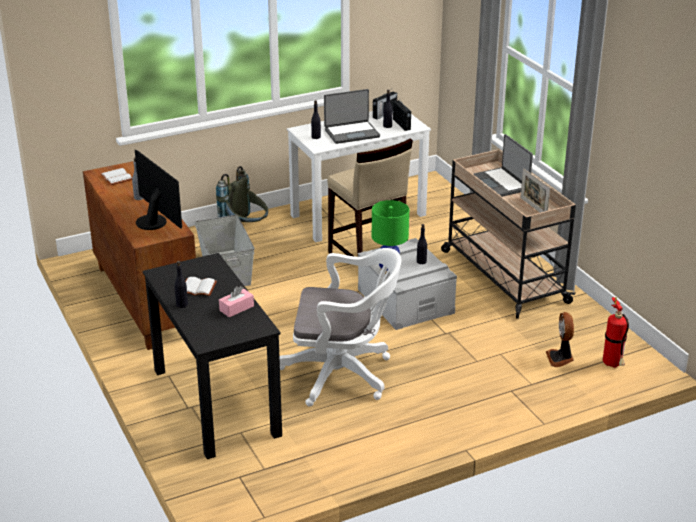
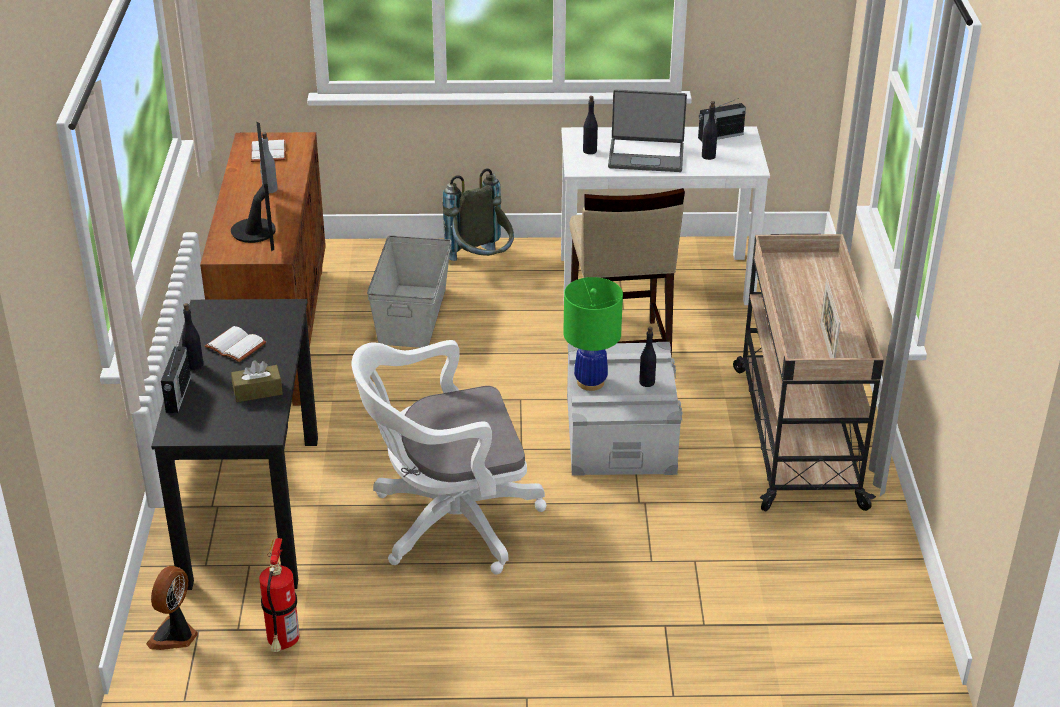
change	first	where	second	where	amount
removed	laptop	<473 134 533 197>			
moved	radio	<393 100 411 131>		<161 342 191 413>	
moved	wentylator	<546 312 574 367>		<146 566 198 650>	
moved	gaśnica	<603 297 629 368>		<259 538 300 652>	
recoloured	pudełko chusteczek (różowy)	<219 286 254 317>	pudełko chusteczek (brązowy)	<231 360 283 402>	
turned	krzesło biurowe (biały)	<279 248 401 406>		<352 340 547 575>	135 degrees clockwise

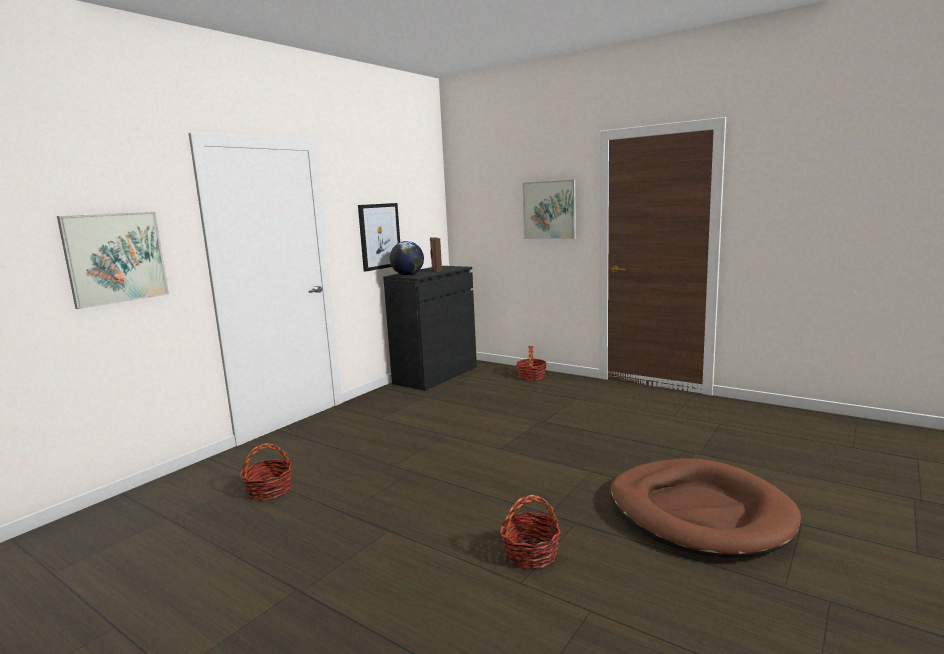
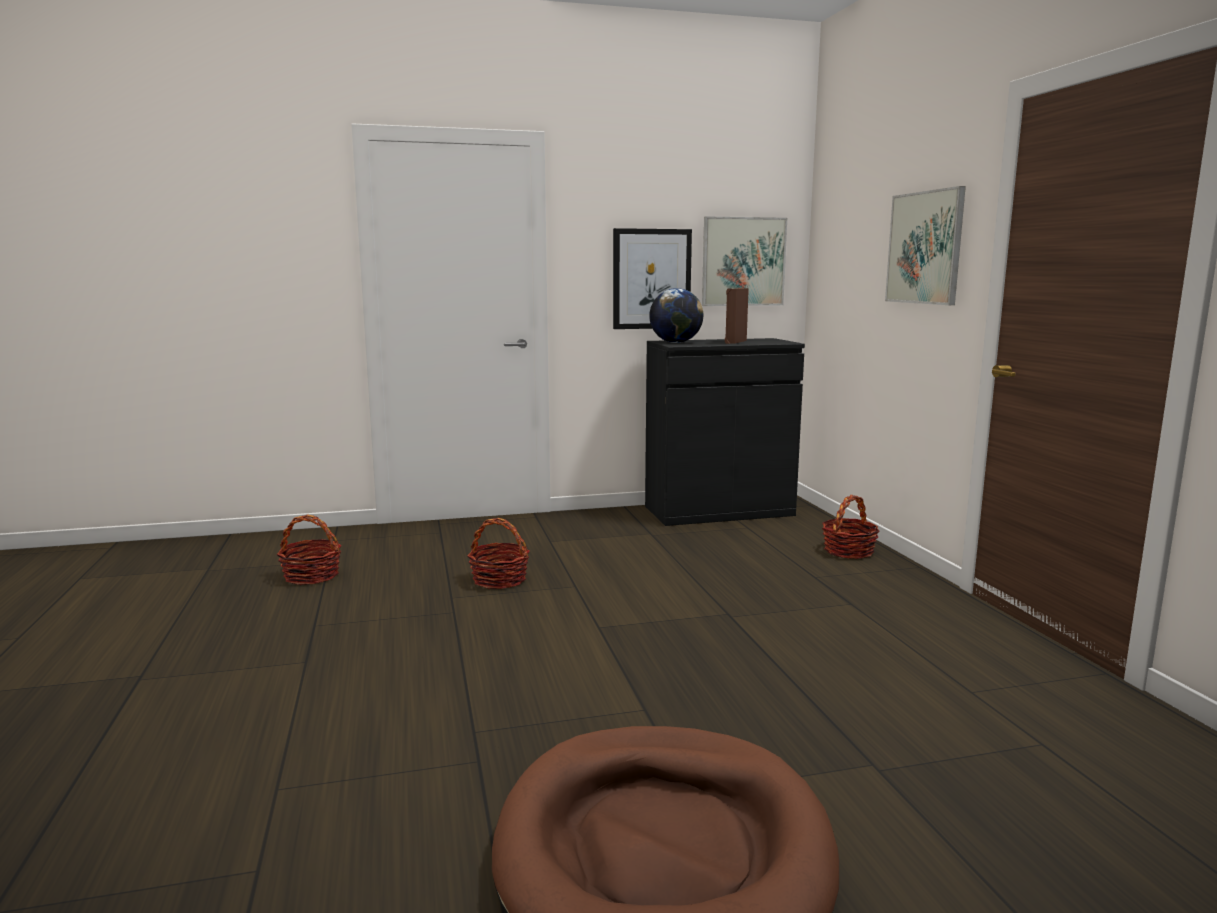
change	first	where	second	where	amount
moved	obraz	<57 212 169 309>		<702 216 787 306>	
moved	koszyk	<500 495 561 569>		<468 518 530 589>	

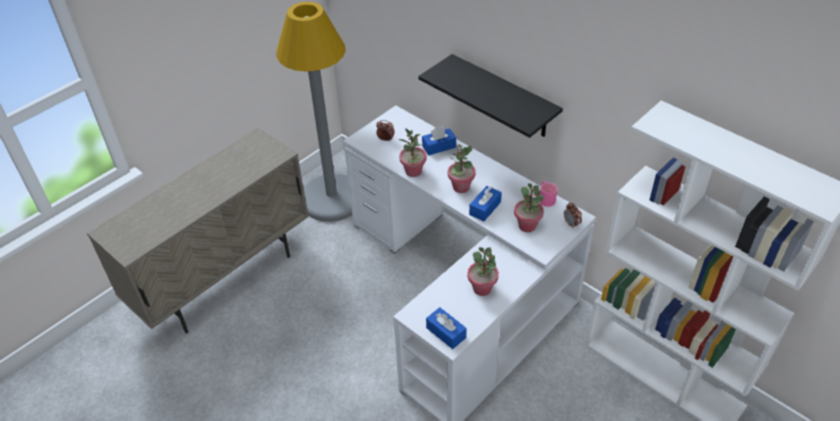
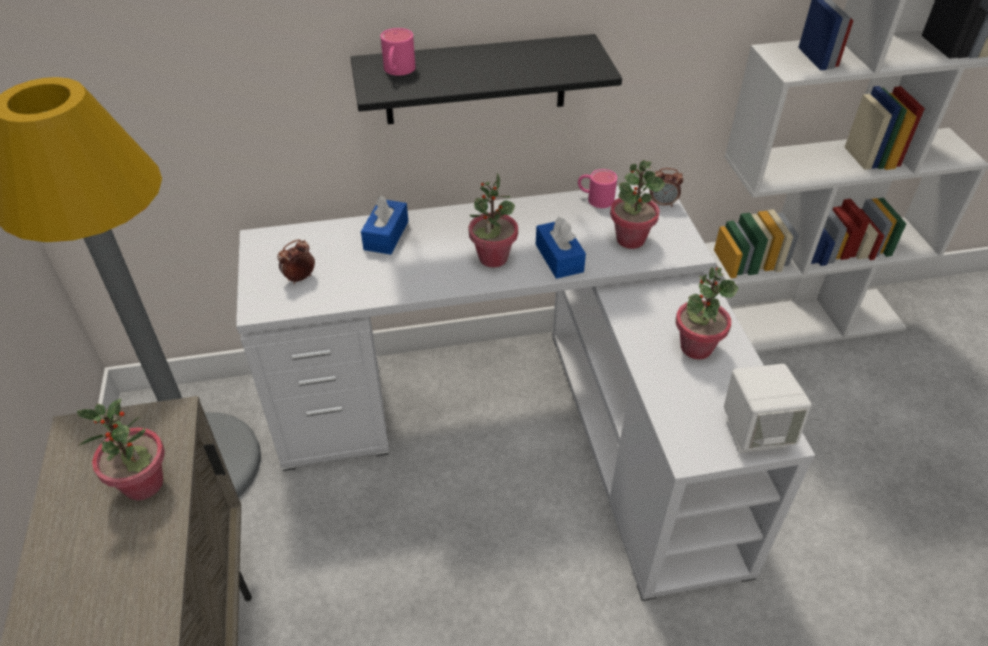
change	first	where	second	where	amount
added			kubek (różowy)	<381 28 416 76>	
moved	roślina doniczkowa	<399 128 427 177>		<77 399 165 501>	
replaced	pudełko chusteczek (niebieski)	<426 307 467 349>	głośnik (biały)	<724 364 812 453>	

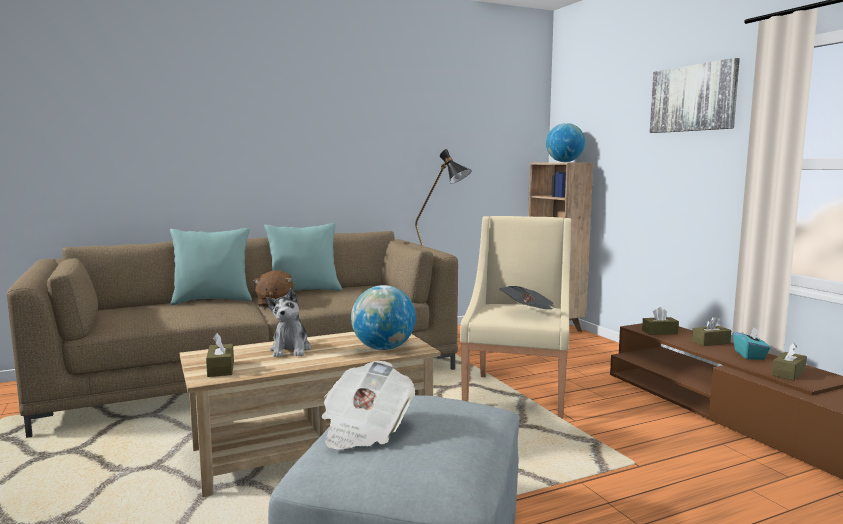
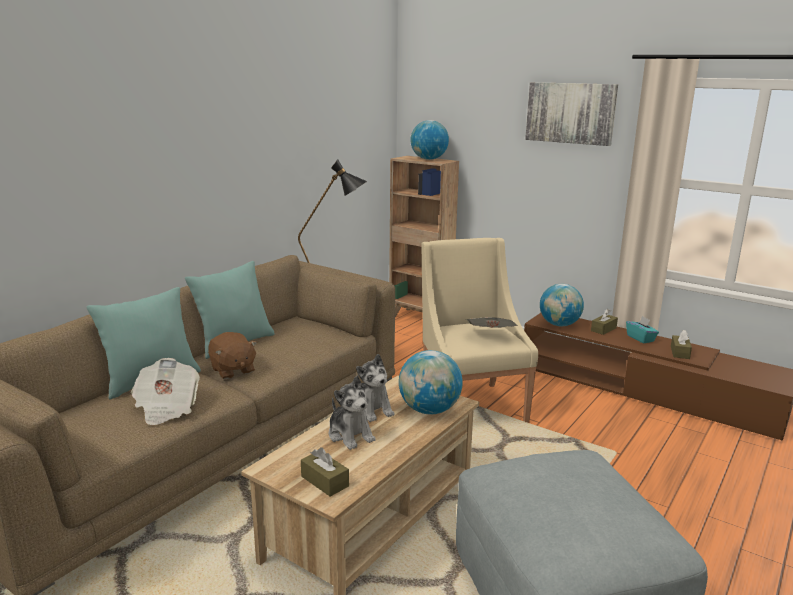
change	first	where	second	where	amount
added			pluszak	<356 354 395 422>	
moved	gazeta	<322 361 415 450>		<131 358 200 425>	
replaced	pudełko chusteczek (brązowy)	<642 307 679 335>	globus	<540 284 584 326>	

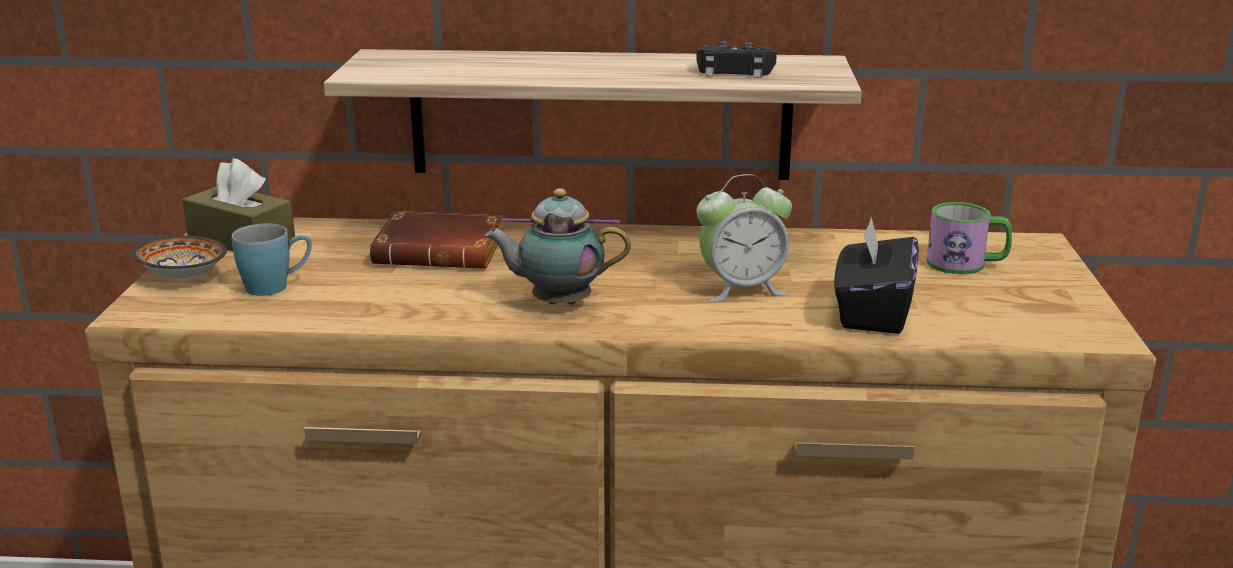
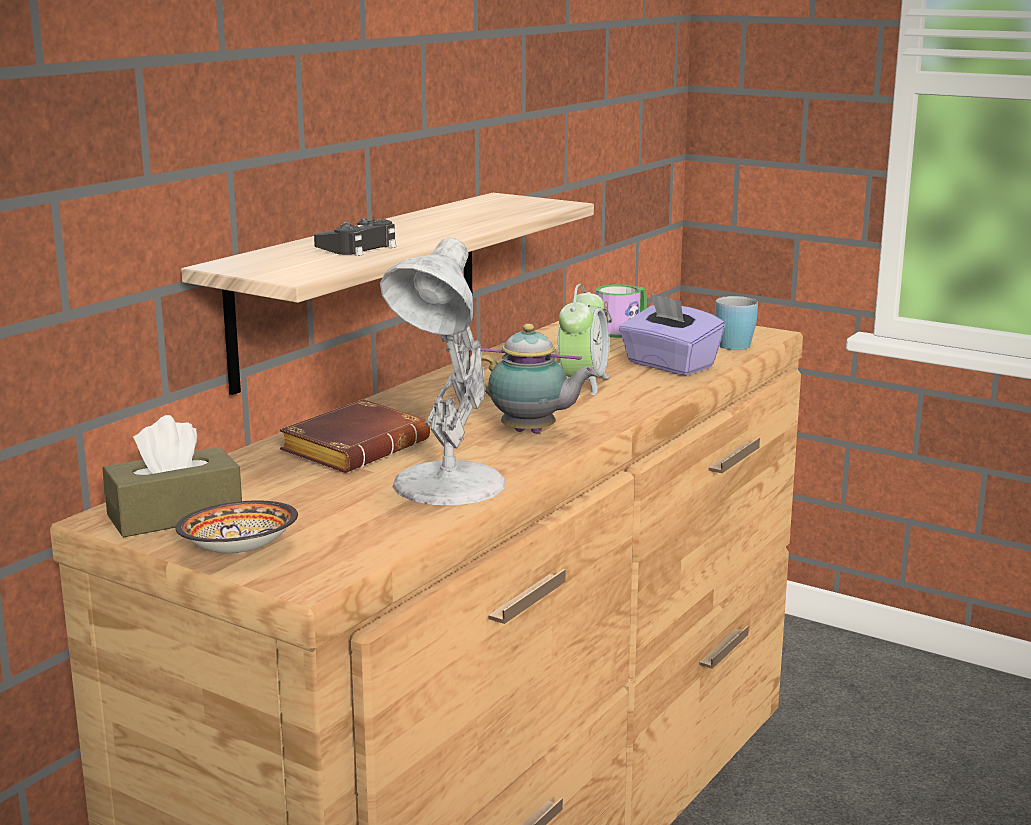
change	first	where	second	where	amount
added			lampa stołowa (biały)	<380 238 505 505>	
moved	kubek (niebieski)	<232 223 312 296>		<715 296 758 350>	
moved	pad do gier (czarny)	<696 41 777 78>		<314 218 396 256>	
recoloured	pudełko chusteczek (czarny)	<834 217 919 334>	pudełko chusteczek (fioletowy)	<619 293 725 376>	
turned	imbryk	<485 188 631 305>		<481 323 597 434>	105 degrees counterclockwise

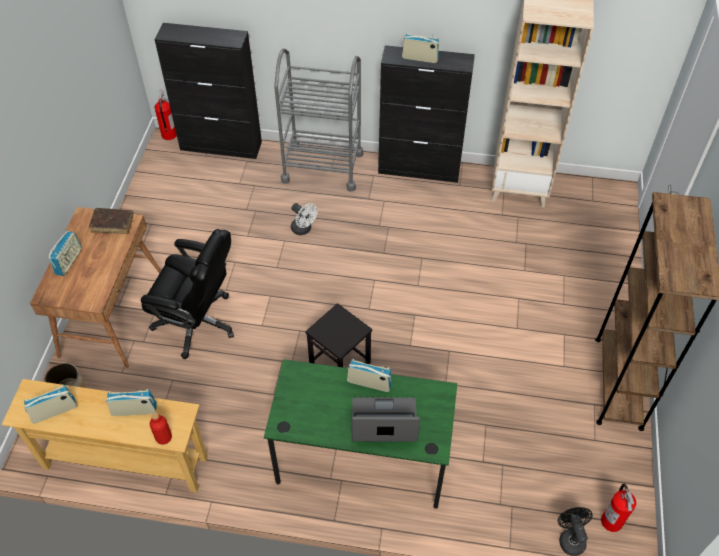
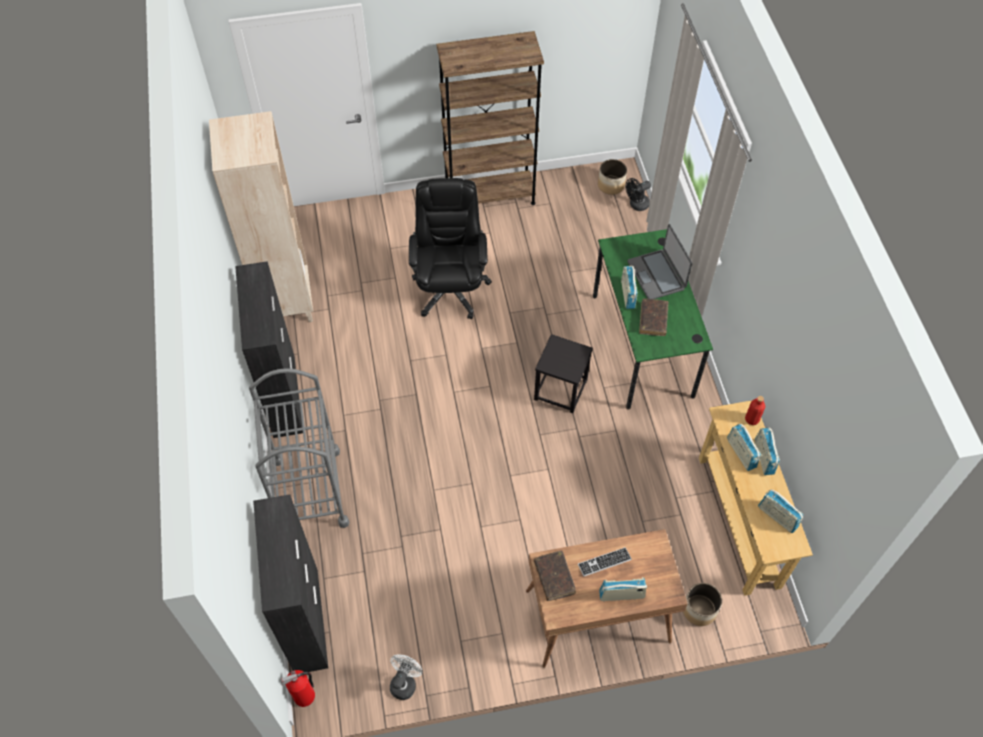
change	first	where	second	where	amount
added			klawiatura	<578 547 632 576>	
added			książka (brązowy)	<639 299 669 336>	
moved	krzesło biurowe (czarny)	<141 229 234 359>		<409 178 492 319>	
moved	wentylator (biały)	<291 203 318 235>		<390 654 422 700>	
moved	radio	<402 33 439 63>		<755 427 780 475>	
replaced	gaśnica	<601 484 636 532>	donica	<598 159 627 195>	

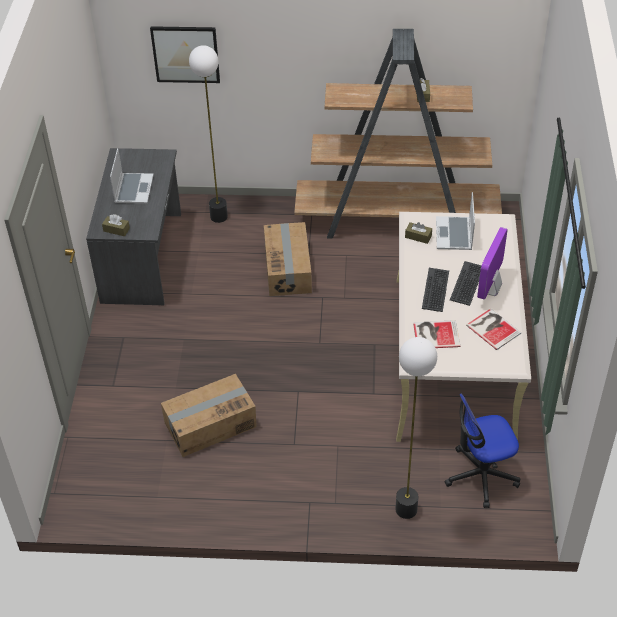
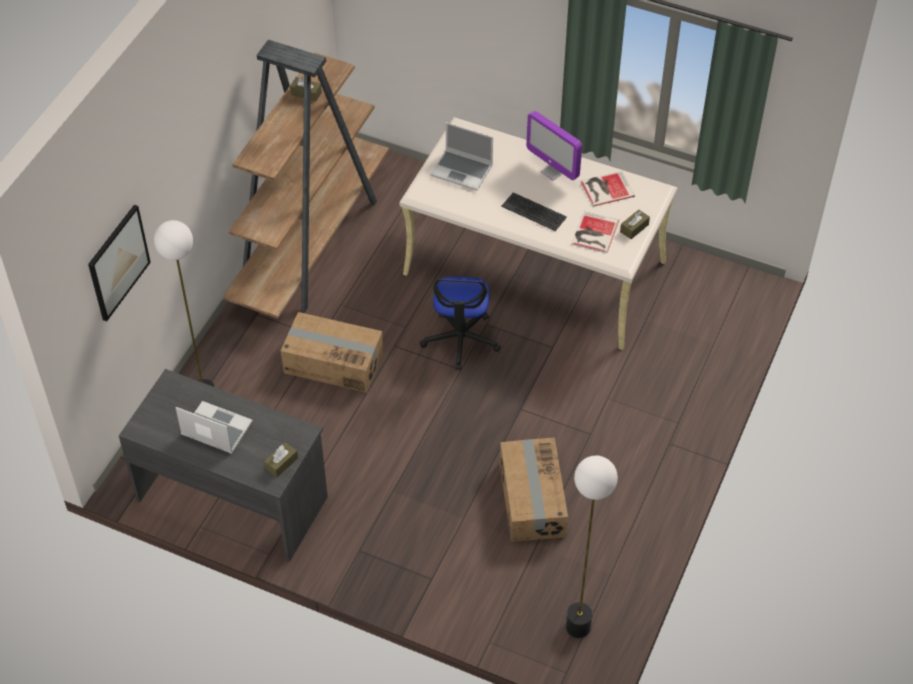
change	first	where	second	where	amount
removed	klawiatura	<450 261 482 306>			
moved	lampa stojąca	<395 337 437 519>		<566 456 618 638>	
moved	pudełko chusteczek (brązowy)	<405 222 432 244>		<620 210 650 239>	
moved	krzesło biurowe	<445 394 520 508>		<420 276 501 370>	

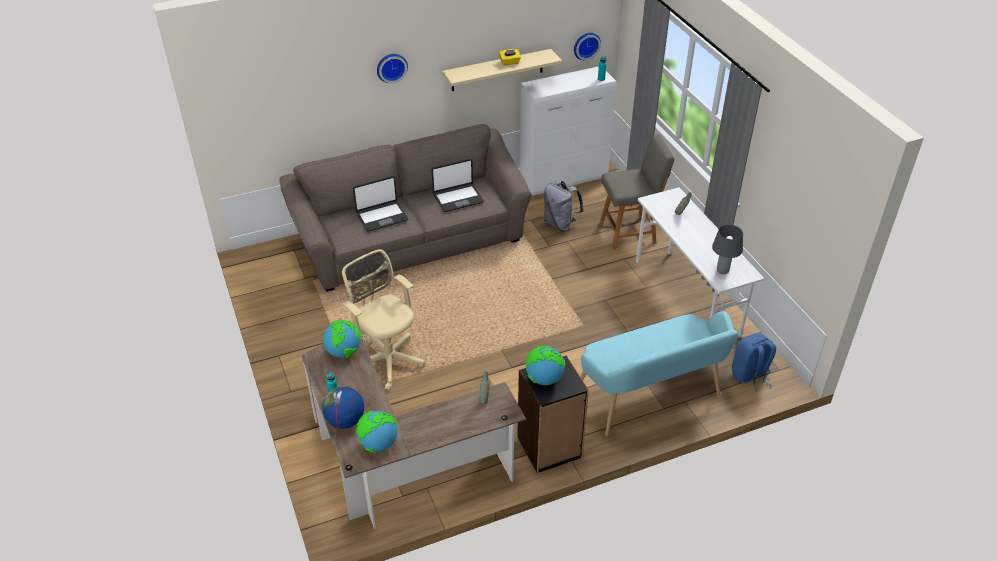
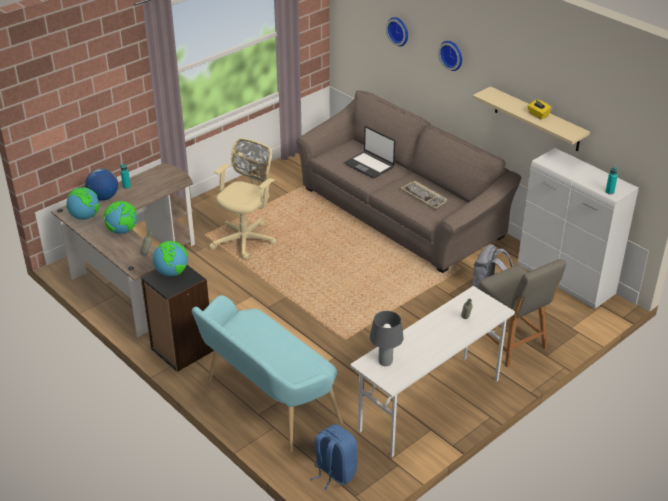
change	first	where	second	where	amount
moved	globus	<323 320 361 358>		<104 201 137 234>	
moved	zegar ścienny	<574 33 601 60>		<386 17 408 46>	
replaced	laptop	<432 159 484 212>	klawiatura	<400 181 448 209>	

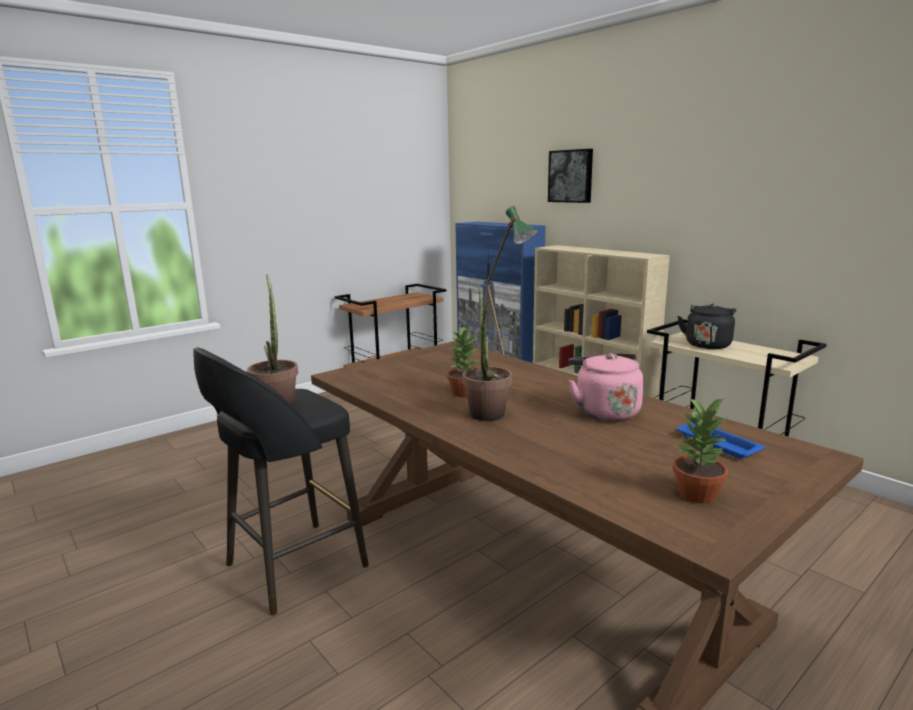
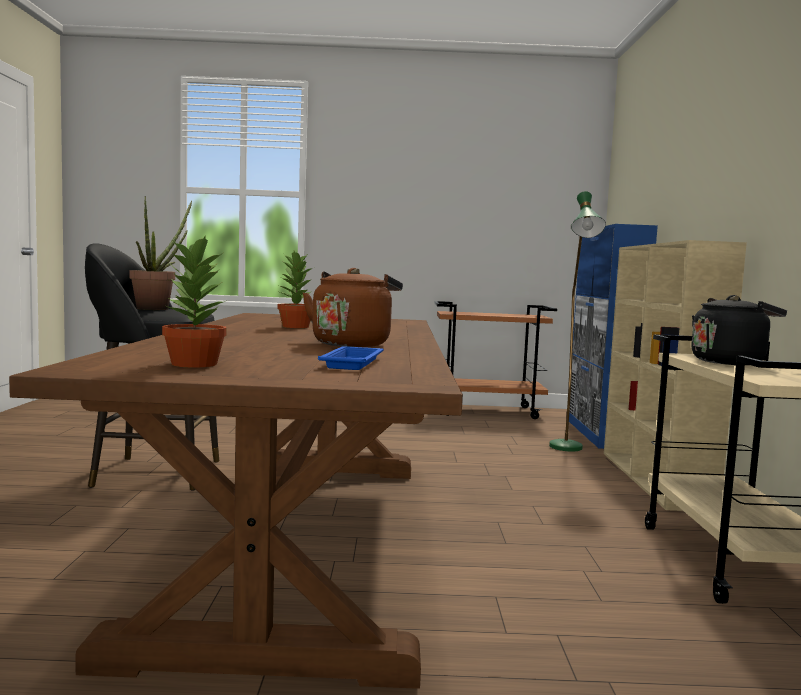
change	first	where	second	where	amount
removed	roślina doniczkowa	<462 288 512 421>			
removed	obraz	<548 149 593 203>			
recoloured	czajnik (różowy)	<568 353 644 421>	czajnik (brązowy)	<303 268 403 347>	

